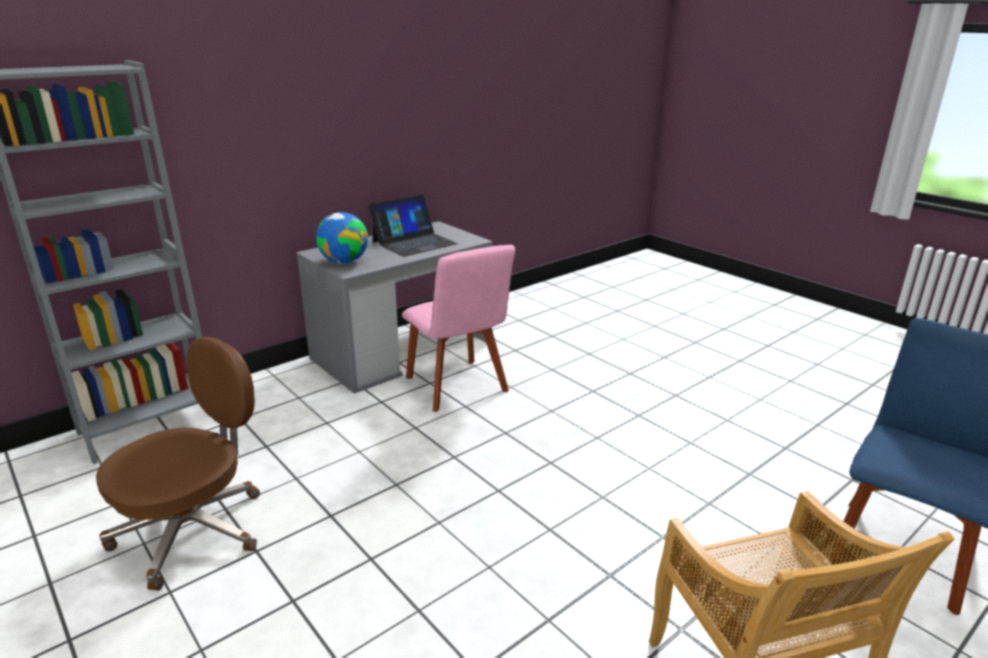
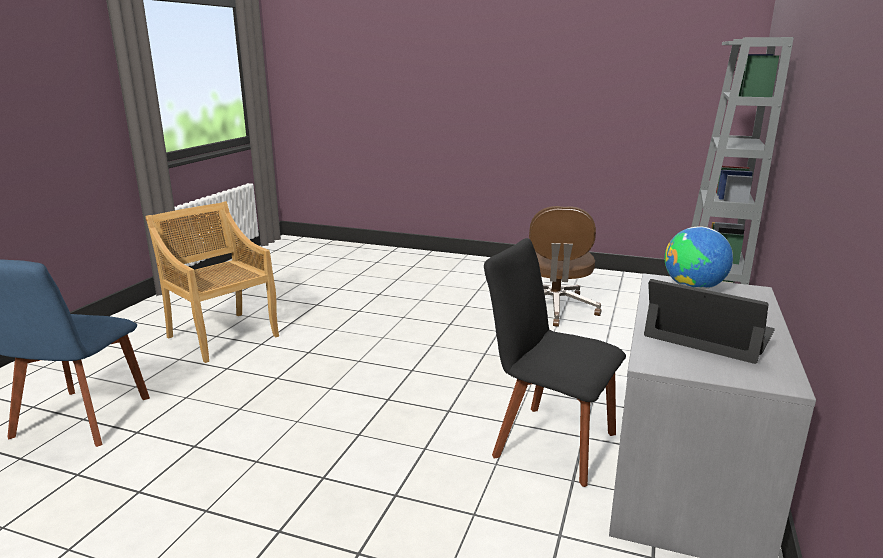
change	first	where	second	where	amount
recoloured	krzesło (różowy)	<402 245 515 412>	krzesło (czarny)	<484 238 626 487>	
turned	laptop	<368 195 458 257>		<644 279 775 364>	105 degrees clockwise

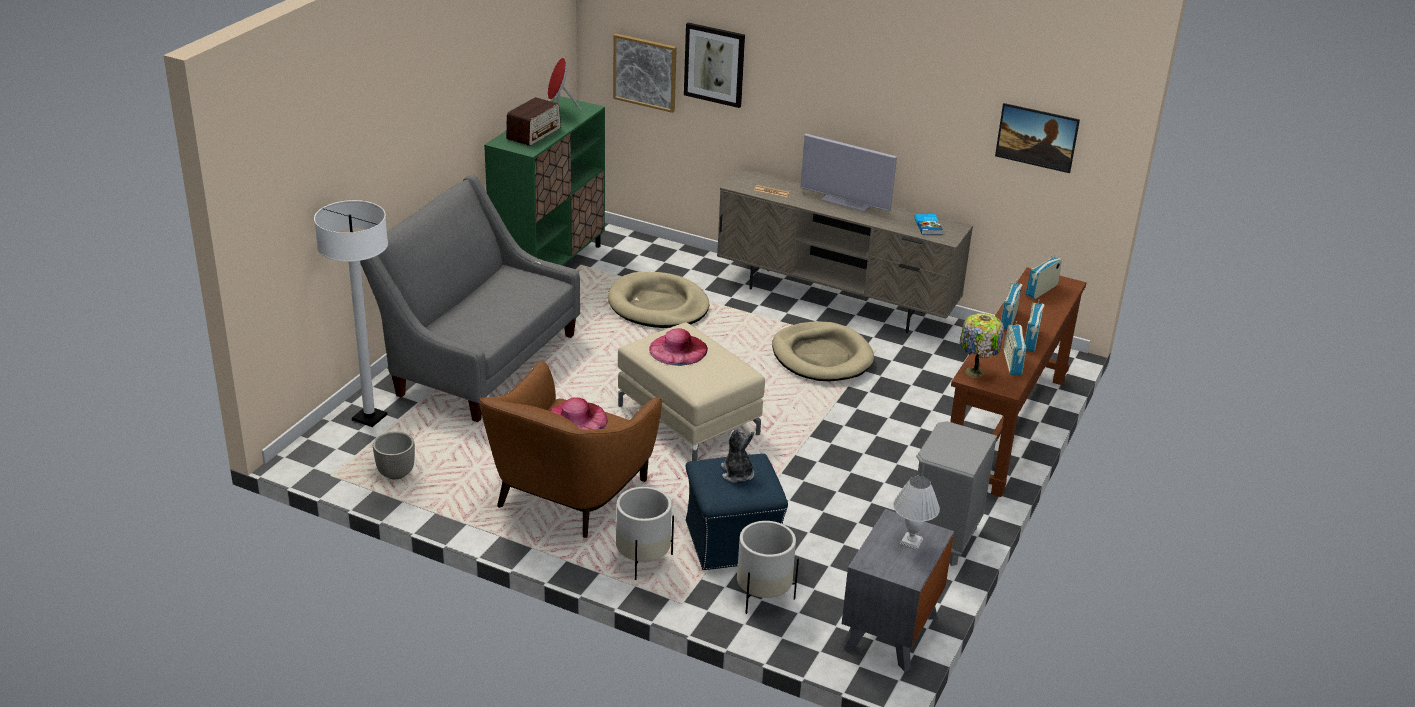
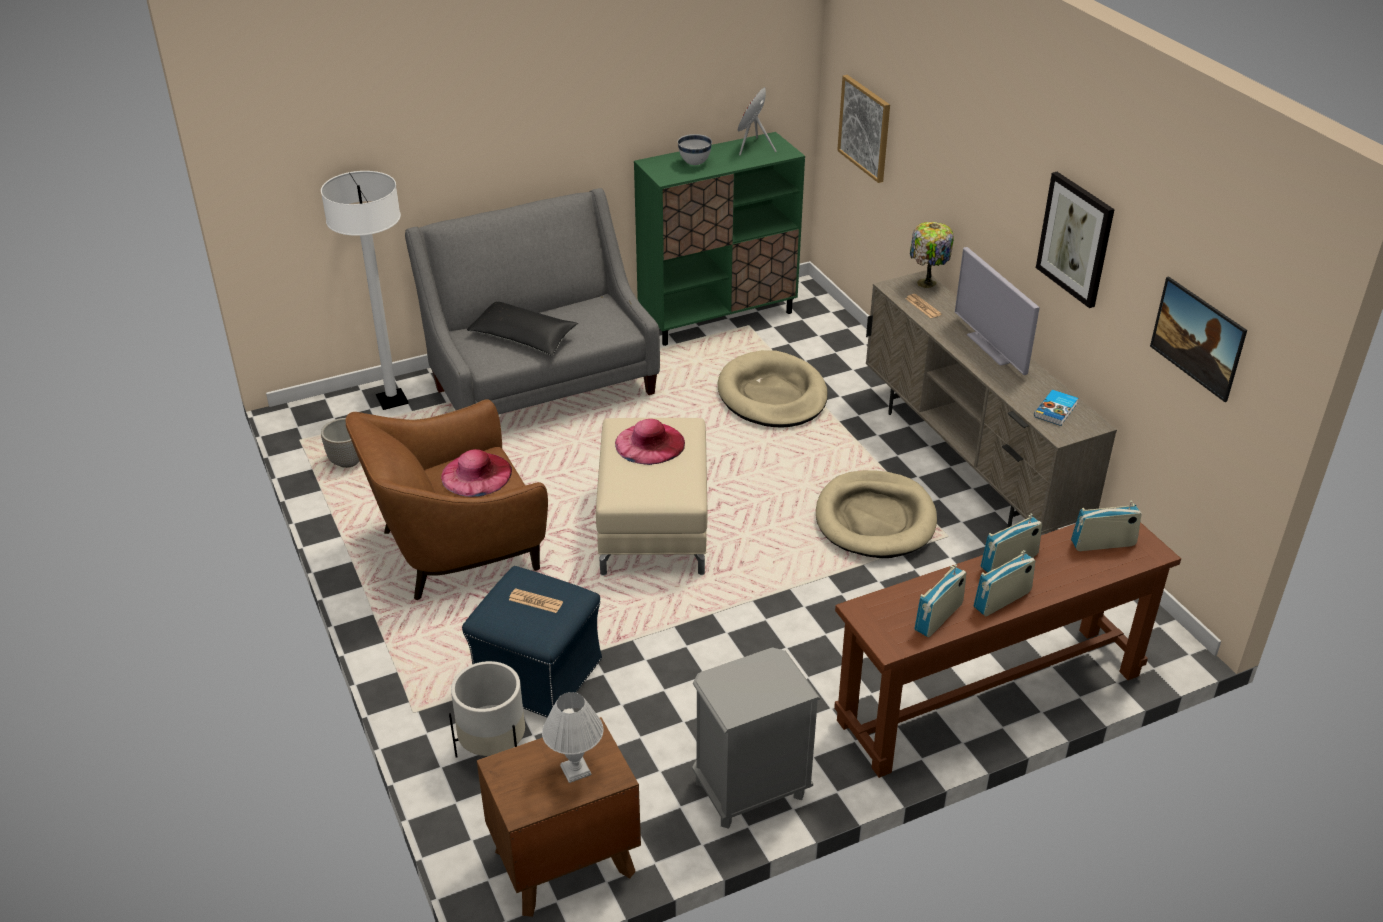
change	first	where	second	where	amount
removed	donica (biały)	<616 487 674 580>			
added			poduszka (czarny)	<467 302 578 356>	
moved	obraz	<684 22 745 108>		<1036 172 1115 308>	
moved	lampa stołowa	<960 313 1004 378>		<910 222 954 288>	
replaced	radio	<506 97 561 146>	miska (biały)	<678 134 712 165>	
replaced	pluszak	<721 429 754 483>	gazeta	<509 588 563 613>	
recoloured	szafka nocna (szary)	<842 509 954 672>	szafka nocna (brązowy)	<477 717 641 917>	

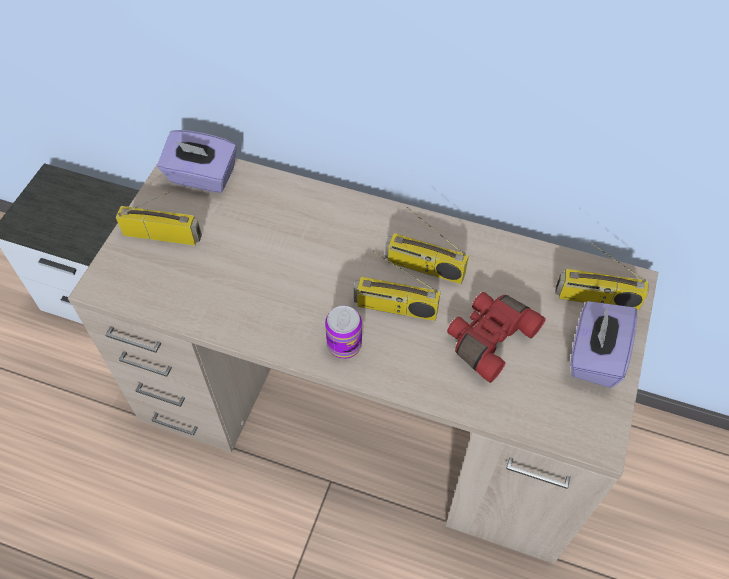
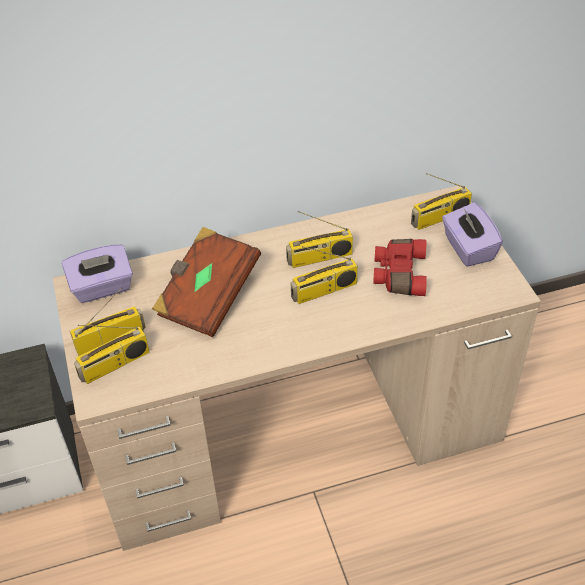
change	first	where	second	where	amount
removed	puszka	<325 306 362 359>			
added			radio	<74 325 150 384>	
added			książka (brązowy)	<152 227 261 337>	

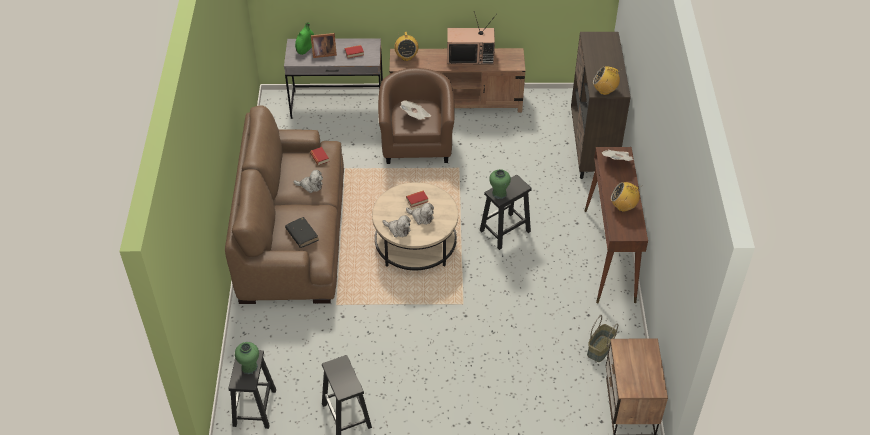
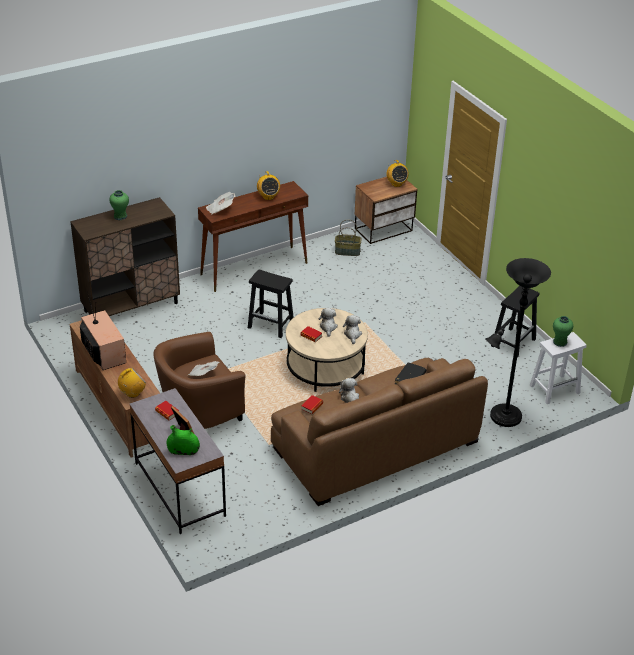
change	first	where	second	where	amount
added			lampa stojąca (czarny)	<485 258 551 427>	
moved	wazon (zielony)	<489 169 511 199>		<109 190 129 220>	
moved	radio	<593 66 620 95>		<386 160 409 187>	
recoloured	stołek (czarny)	<228 350 276 429>	stołek (biały)	<530 332 587 404>	

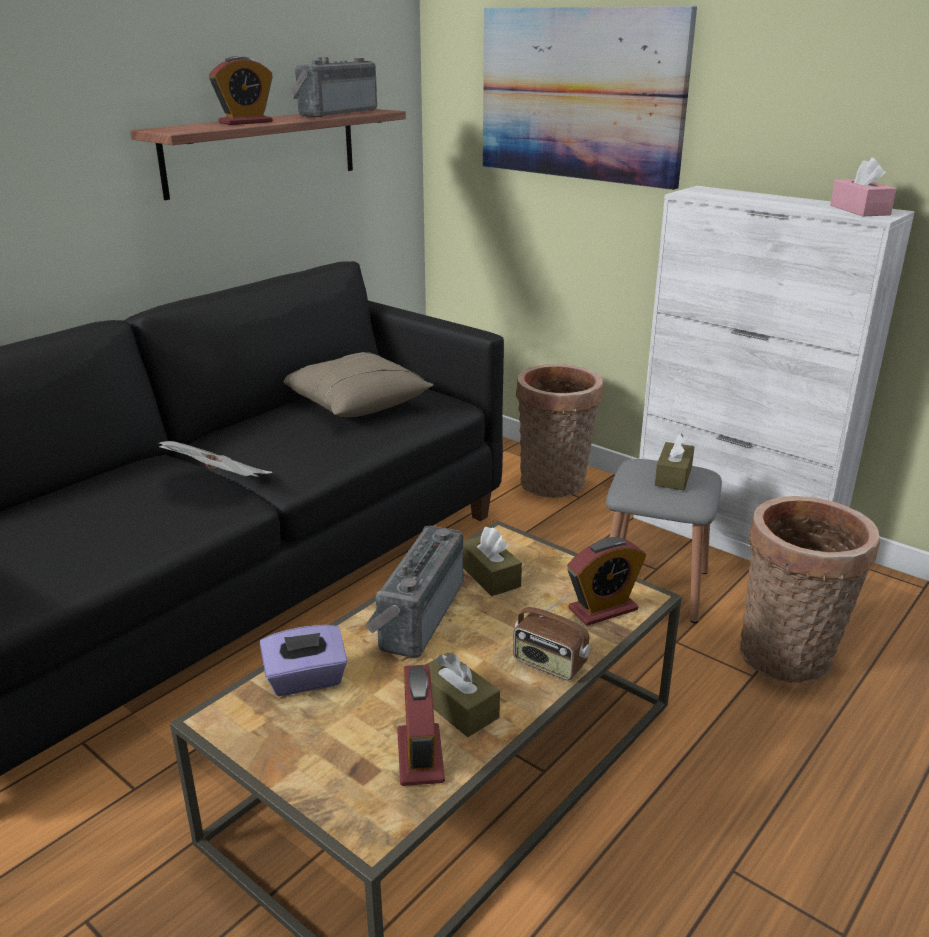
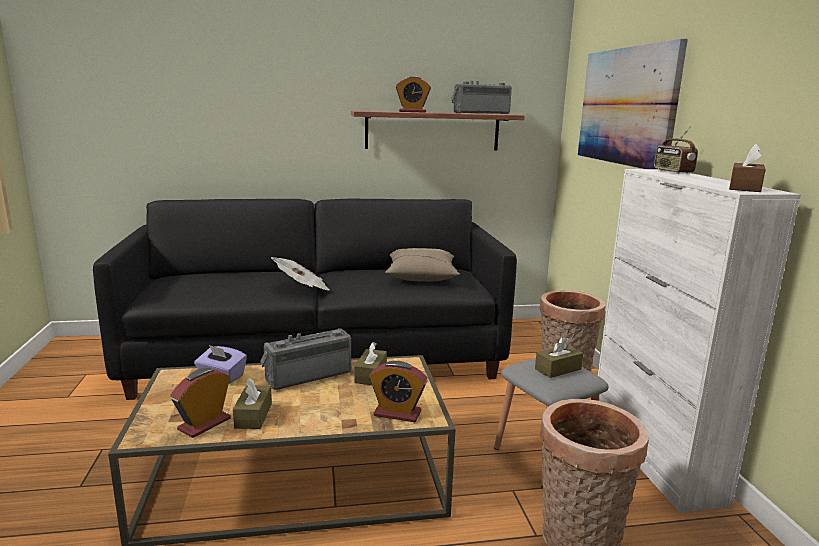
change	first	where	second	where	amount
moved	radio	<513 594 590 680>		<654 126 698 173>	
recoloured	pudełko chusteczek (różowy)	<830 158 896 216>	pudełko chusteczek (brązowy)	<729 144 766 192>	

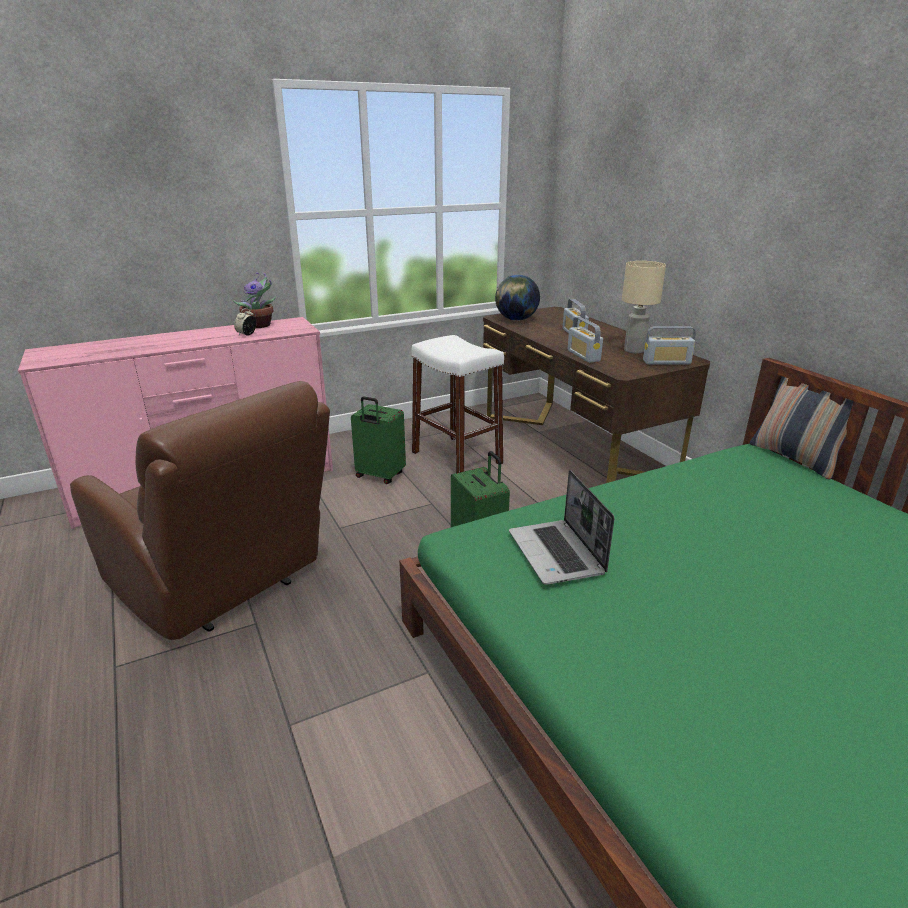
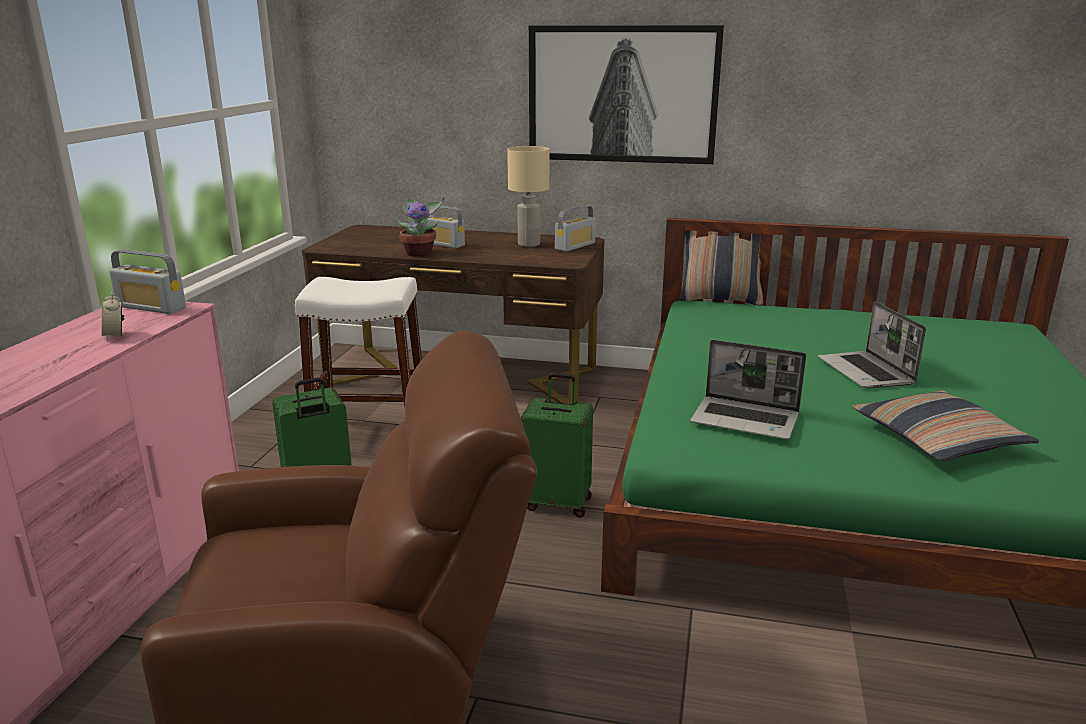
change	first	where	second	where	amount
removed	globus	<495 275 540 321>			
added			obraz	<529 25 724 164>	
added			laptop	<818 301 926 389>	
added			poduszka	<852 390 1039 461>	
moved	roślina doniczkowa	<232 273 276 328>		<396 193 444 257>	
moved	radio	<568 317 603 363>		<109 249 186 314>	

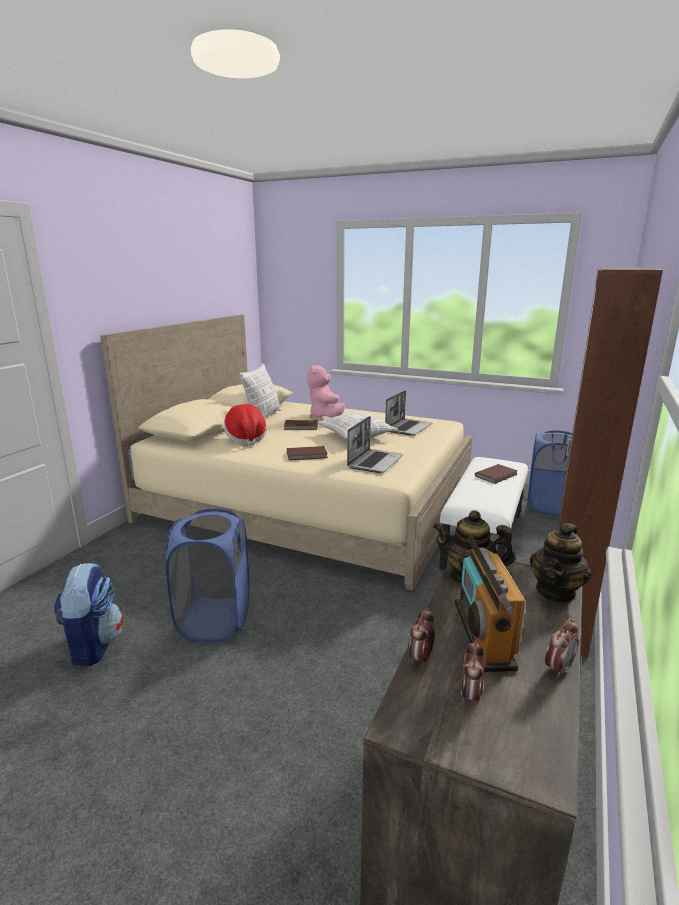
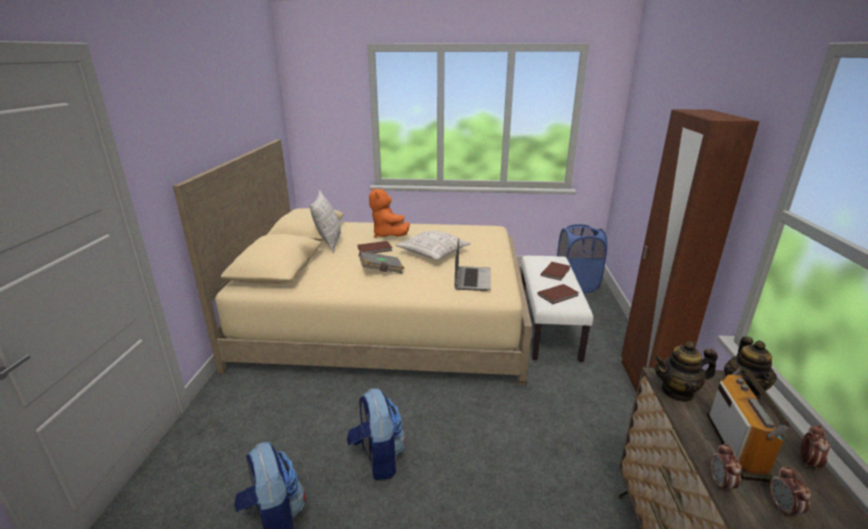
change	first	where	second	where	amount
removed	kapelusz	<224 404 267 446>			
removed	laptop	<385 390 432 436>			
added			książka (szary)	<359 251 404 273>	
moved	książka (brązowy)	<287 446 328 461>		<537 284 579 304>	
replaced	kosz na pranie (niebieski)	<165 509 249 642>	plecak	<347 388 405 480>	
recoloured	pluszak (różowy)	<307 364 345 418>	pluszak (pomarańczowy)	<369 187 410 238>	
turned	radio	<455 535 526 672>		<707 367 789 482>	150 degrees counterclockwise

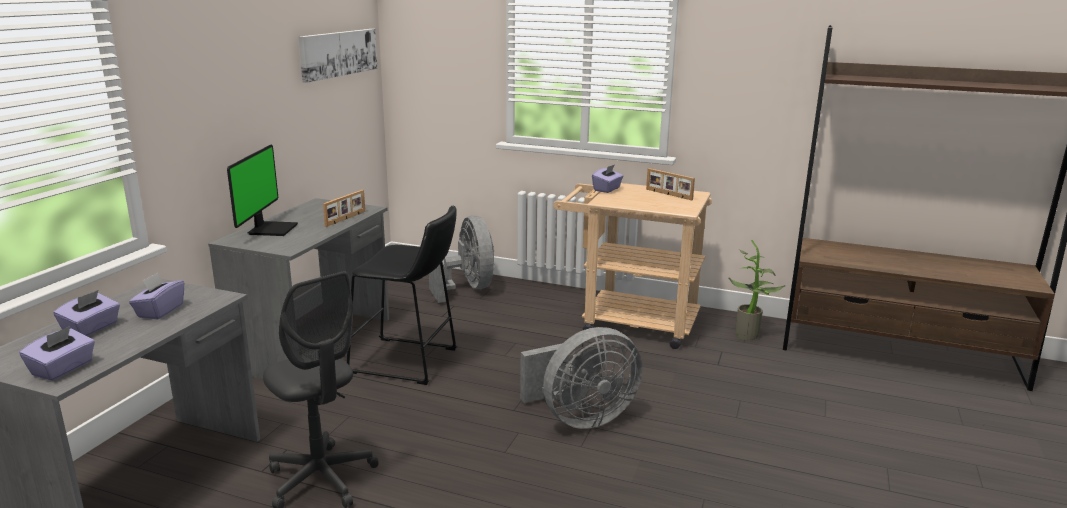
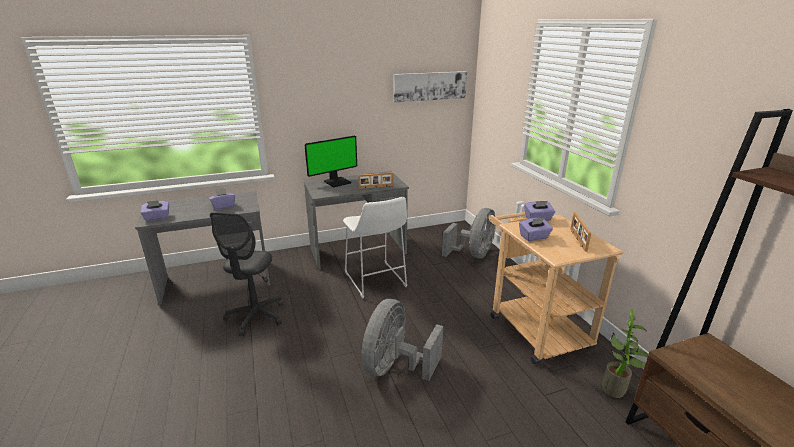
change	first	where	second	where	amount
moved	pudełko chusteczek (fioletowy)	<53 290 120 336>		<519 218 553 241>	
recoloured	stołek (czarny)	<347 206 457 385>	stołek (biały)	<343 197 407 298>	
turned	wentylator (szary)	<520 327 642 429>		<361 299 443 381>	90 degrees clockwise

